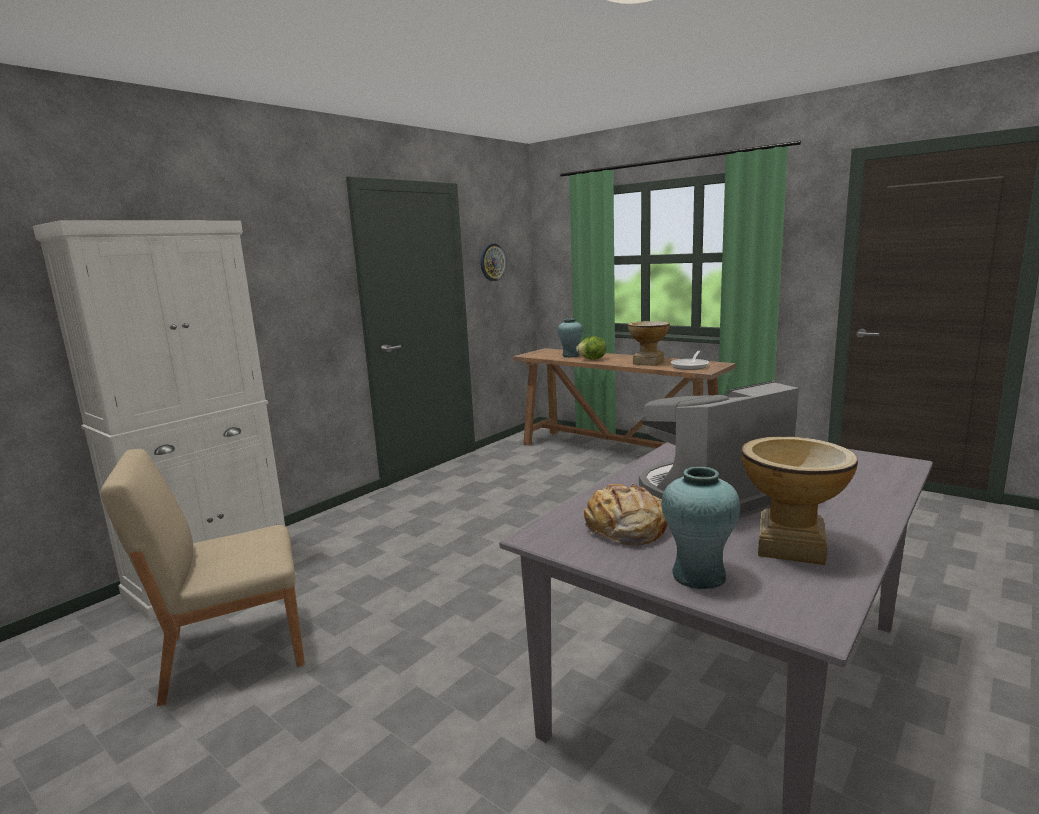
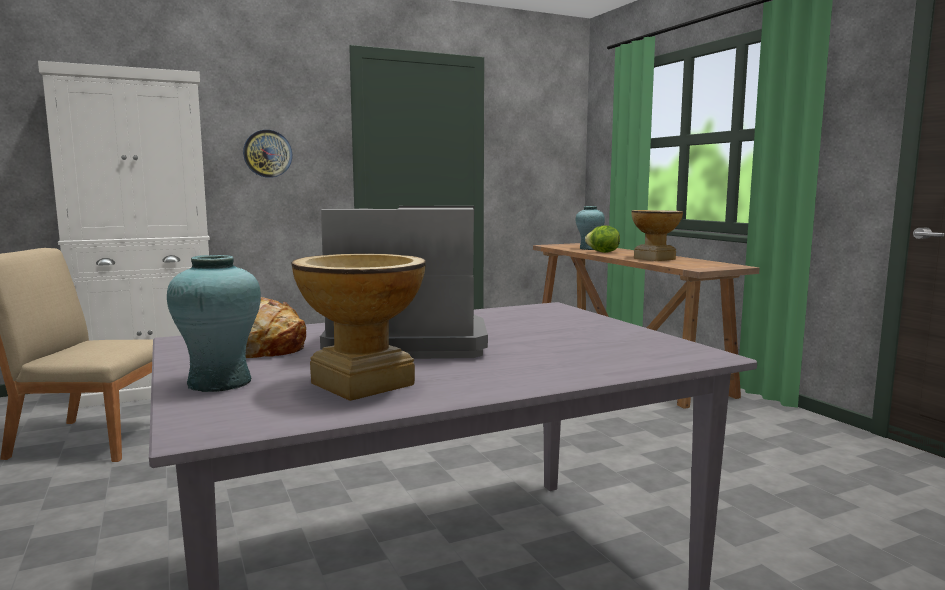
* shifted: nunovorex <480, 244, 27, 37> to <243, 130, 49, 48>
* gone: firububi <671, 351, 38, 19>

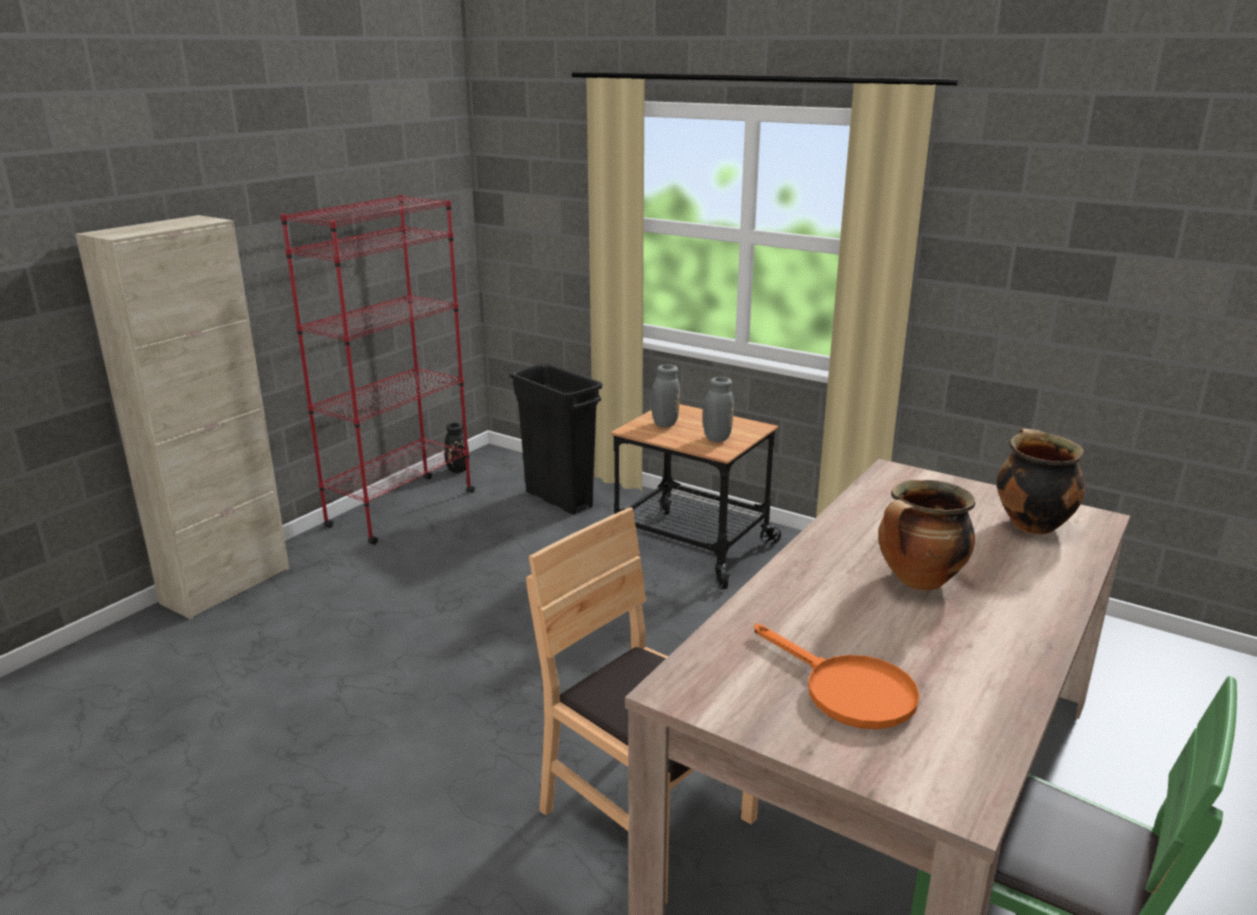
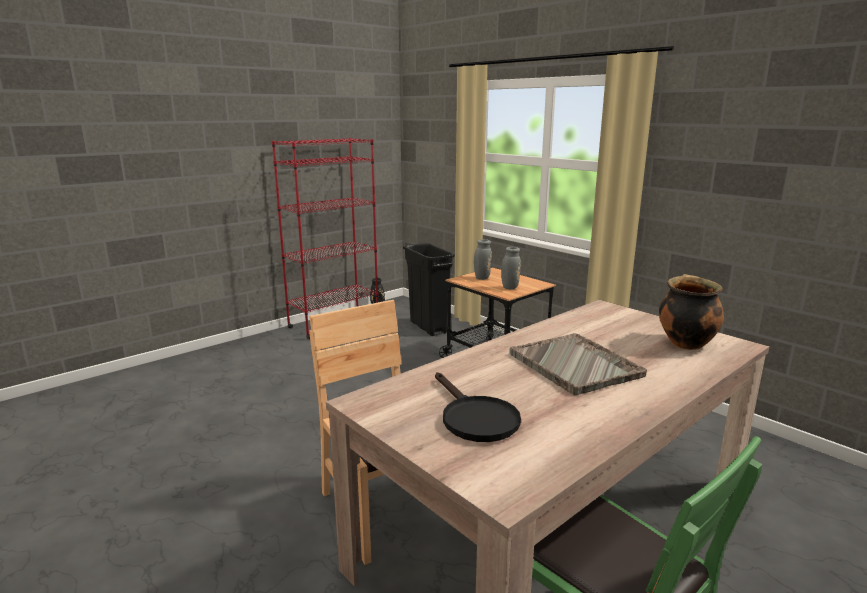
* gone: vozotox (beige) <75, 215, 214, 405>
* swapped: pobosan <878, 480, 97, 110> to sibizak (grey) <509, 333, 138, 62>
* repainted: firububi (orange) <754, 624, 166, 105> to firububi (black) <435, 372, 86, 70>

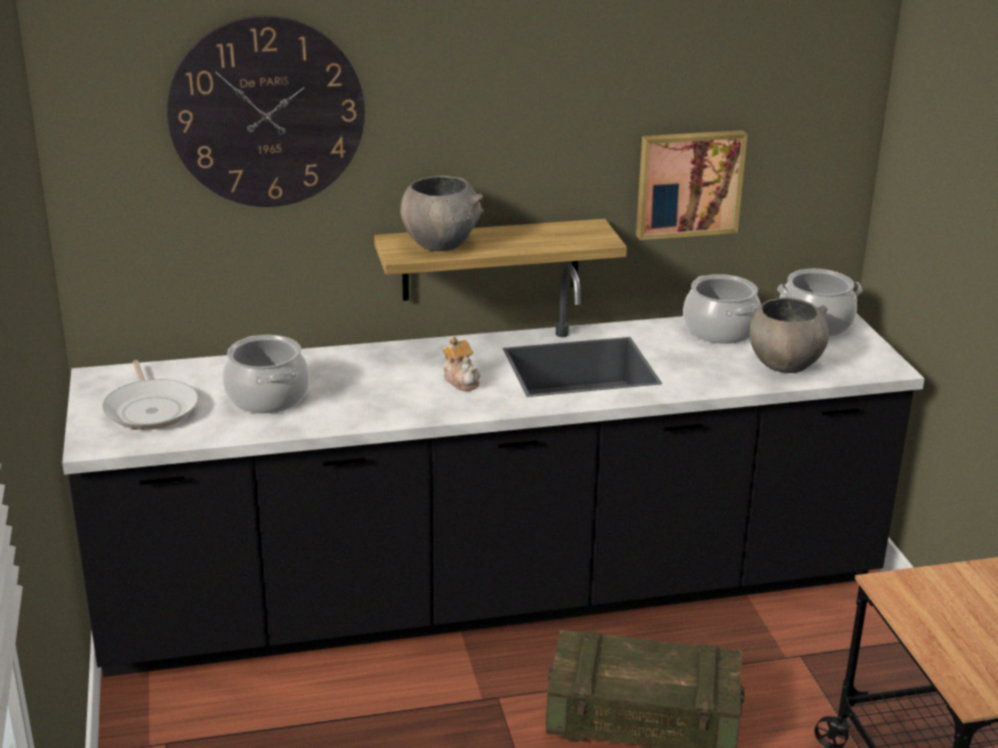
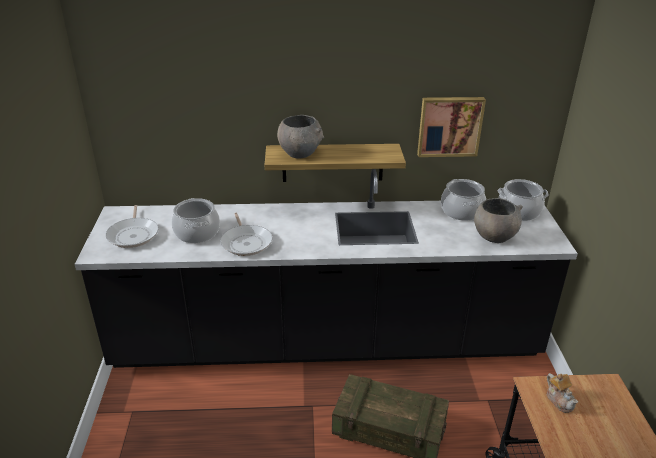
* gone: nunovorex <167, 15, 198, 192>
* shifted: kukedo <443, 336, 37, 55> to <547, 373, 31, 40>
* new: firububi <220, 212, 53, 44>

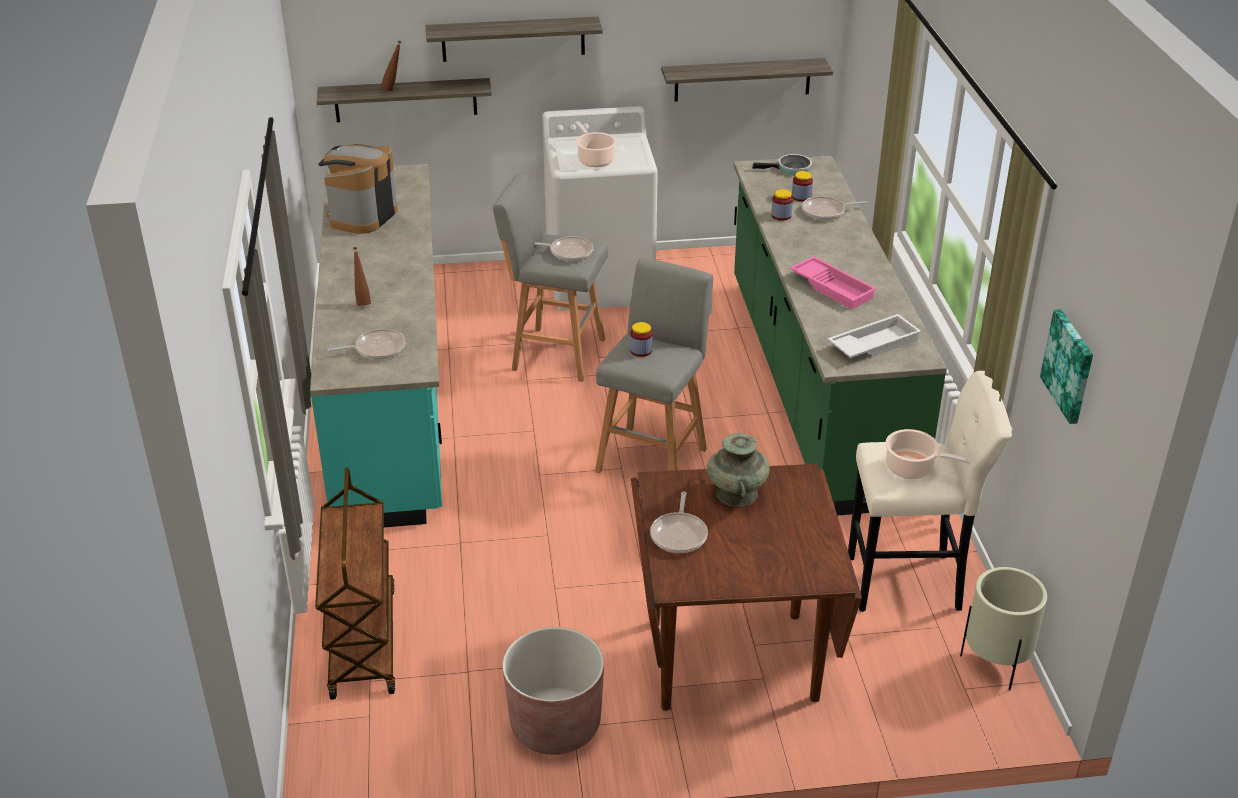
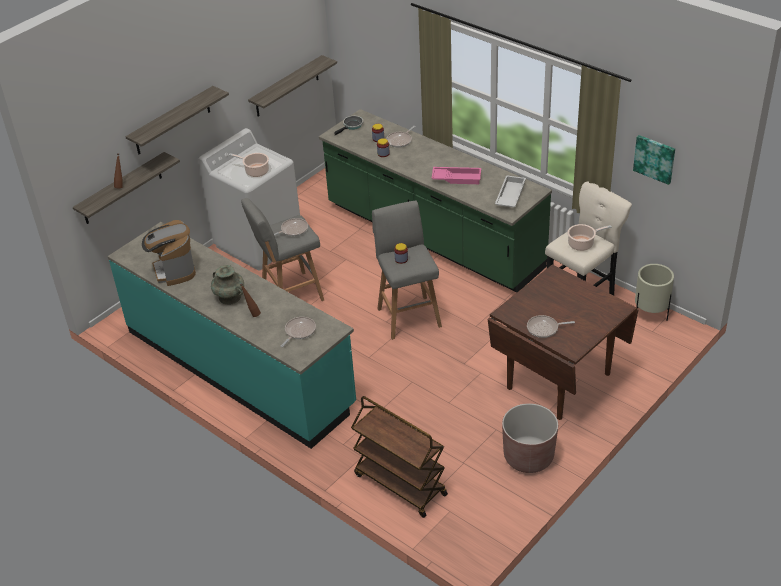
* shifted: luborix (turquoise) <706, 433, 64, 74> to <211, 265, 33, 40>
* rotated: firububi <650, 492, 58, 61> = <527, 315, 48, 23> 120 degrees clockwise

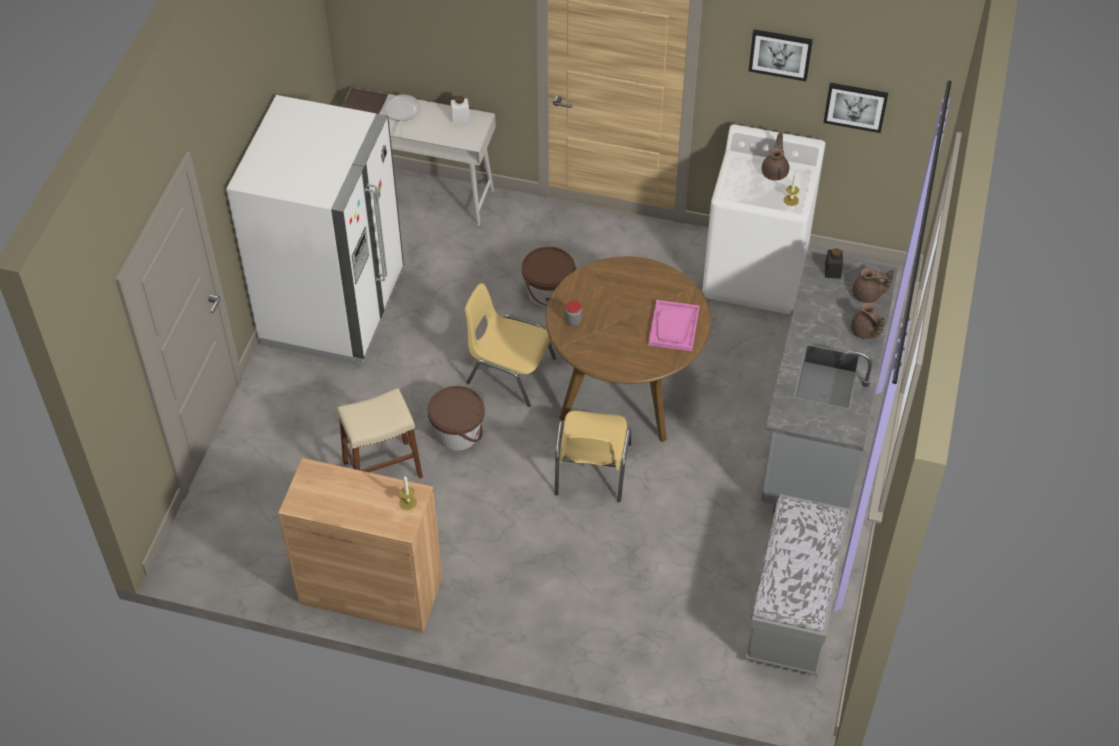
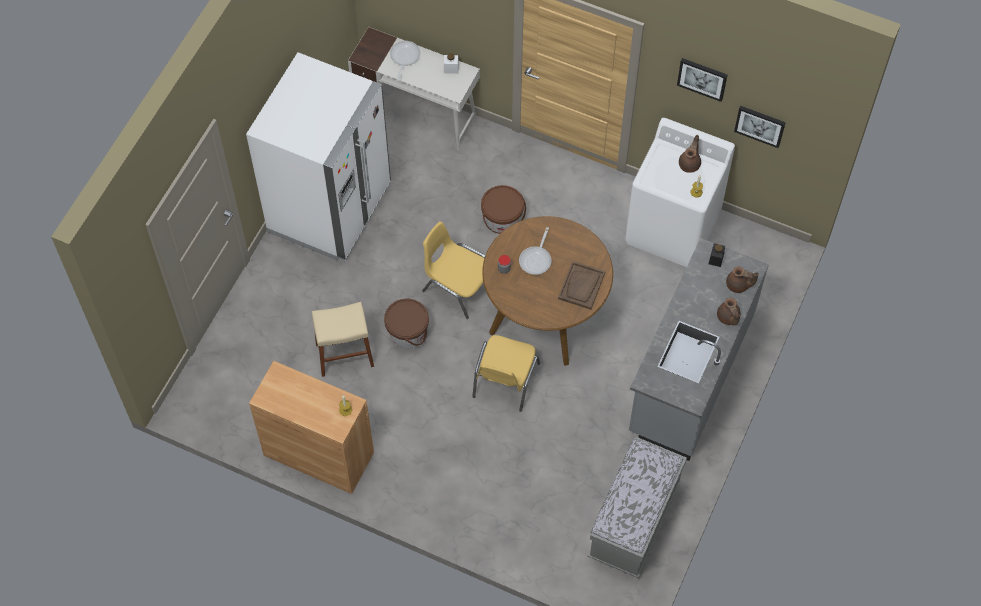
* repainted: sibizak (pink) <648, 300, 52, 51> to sibizak (brown) <558, 261, 47, 49>
* new: firububi <519, 227, 32, 48>

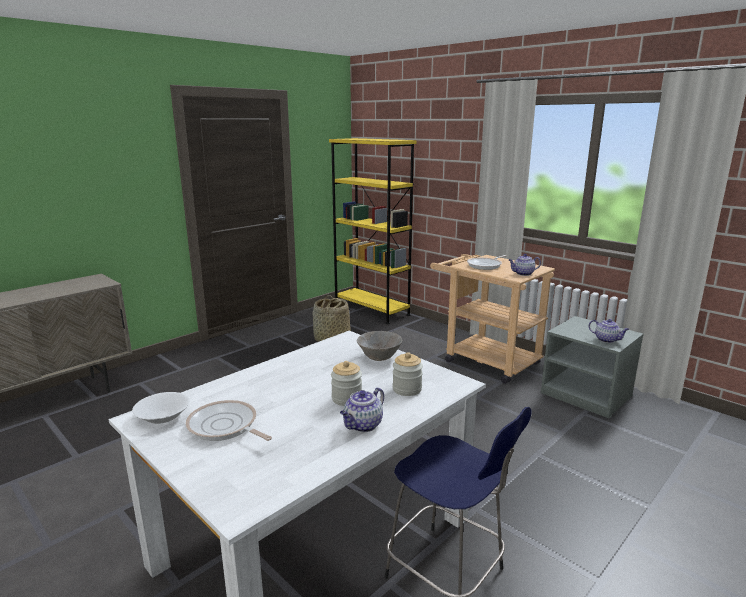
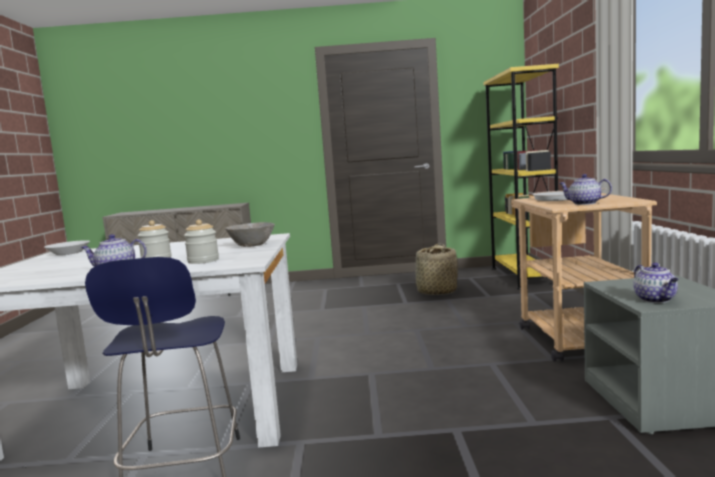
* gone: firububi <186, 400, 86, 41>

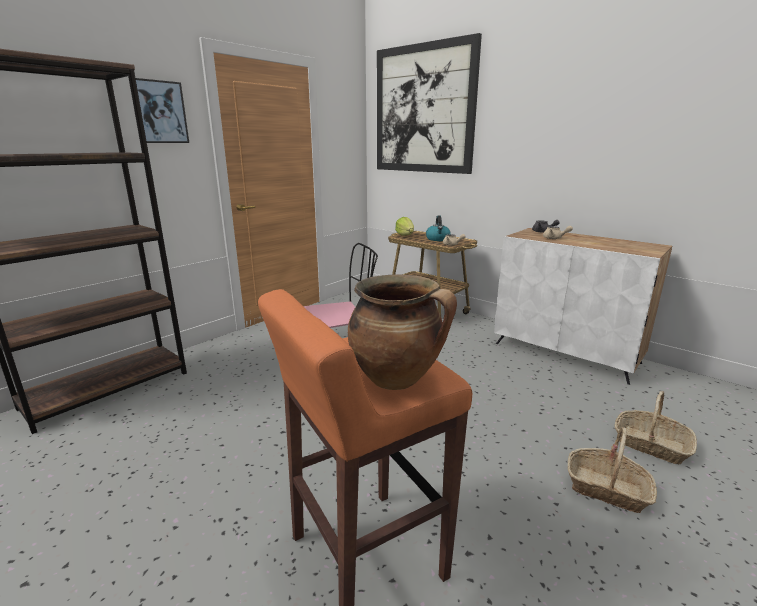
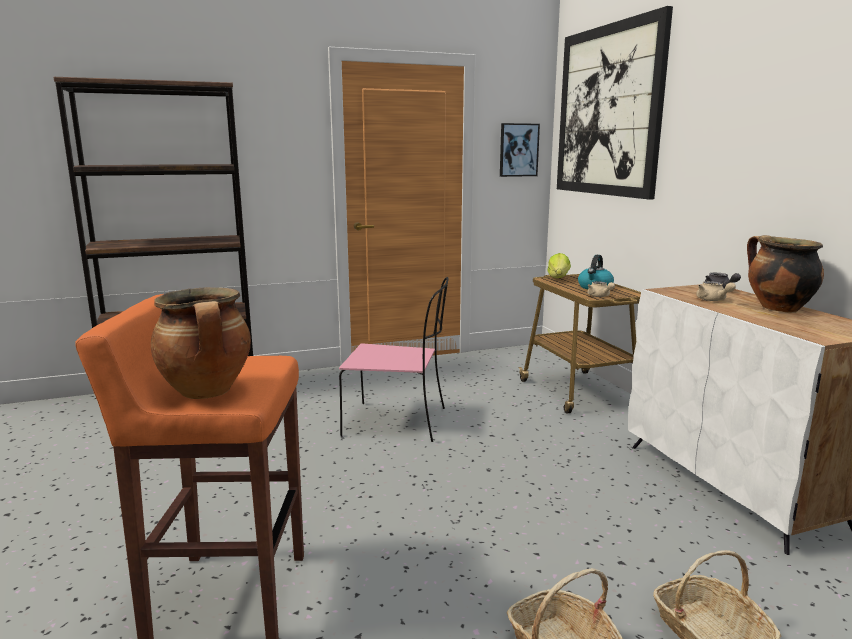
* shifted: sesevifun <136, 78, 53, 65> to <500, 123, 40, 54>
* new: pobosan <747, 235, 77, 78>

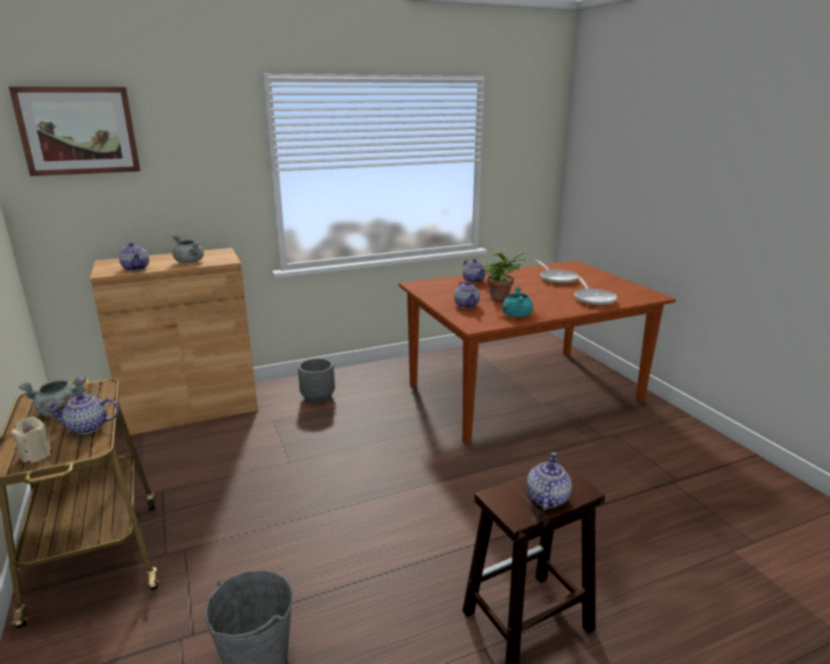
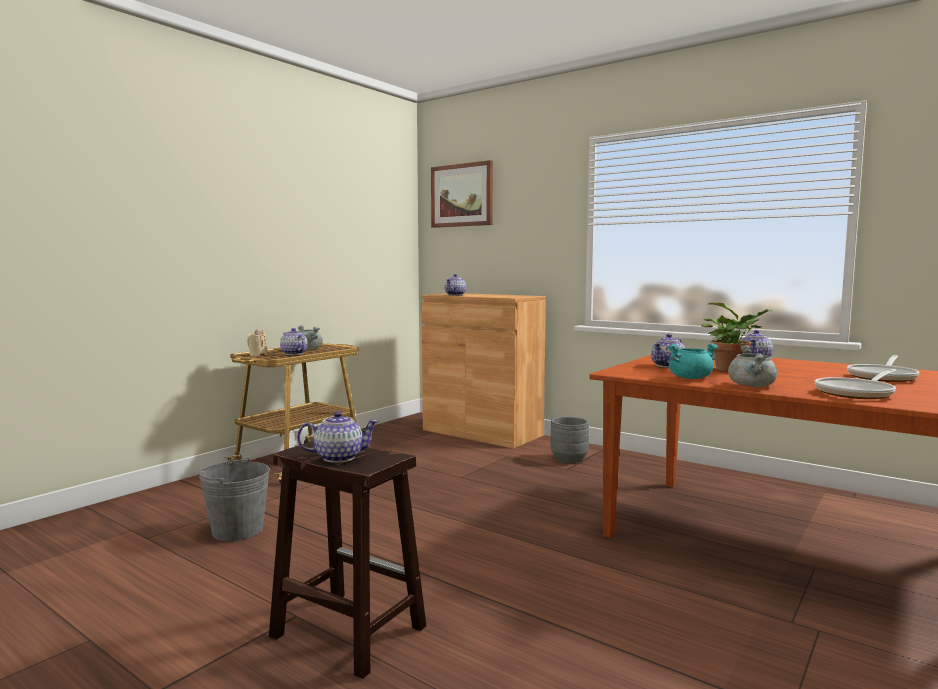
* shifted: pobosan (grey) <173, 235, 31, 28> to <728, 345, 49, 42>

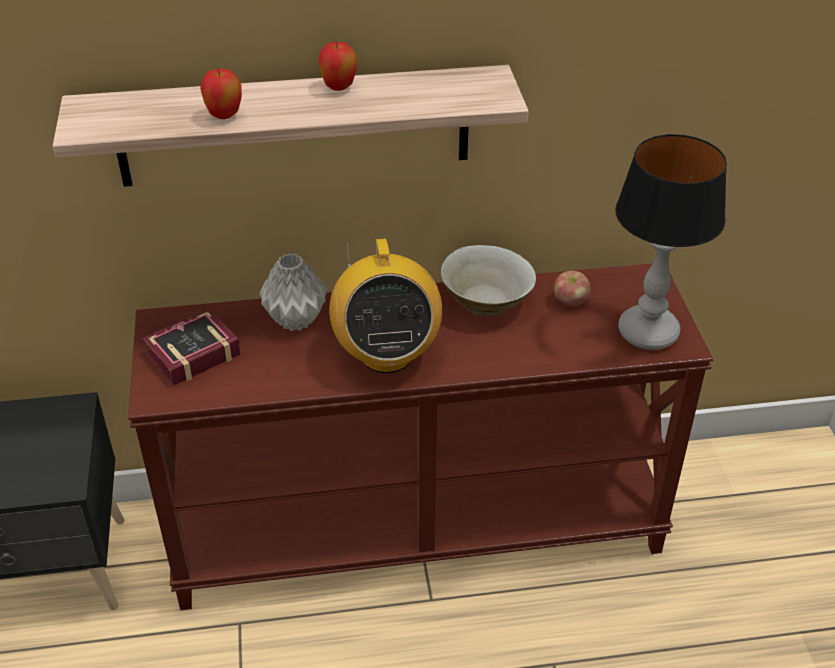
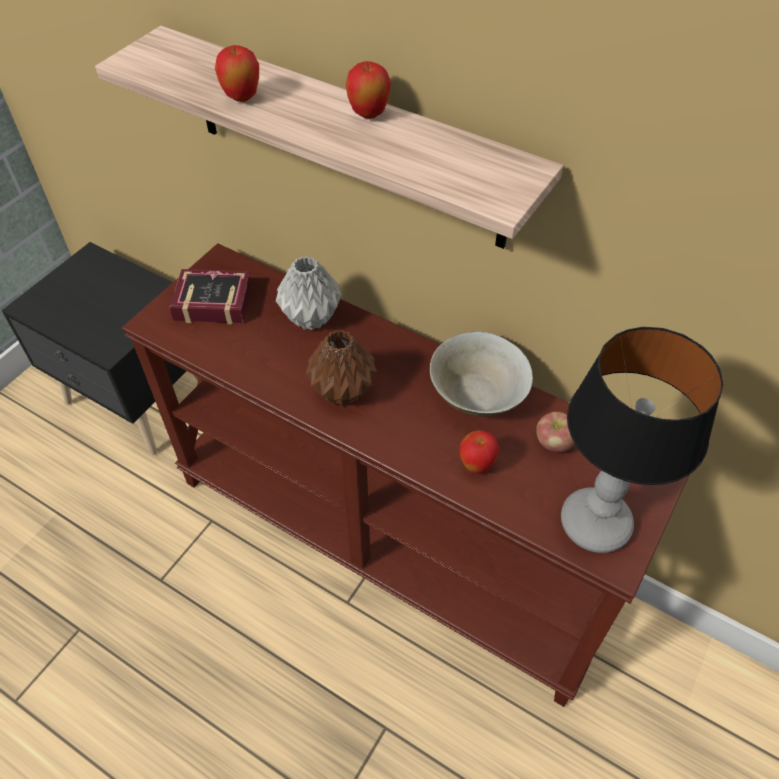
* swapped: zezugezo <329, 239, 113, 134> to luborix (brown) <305, 330, 72, 76>
* new: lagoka <459, 430, 40, 44>

